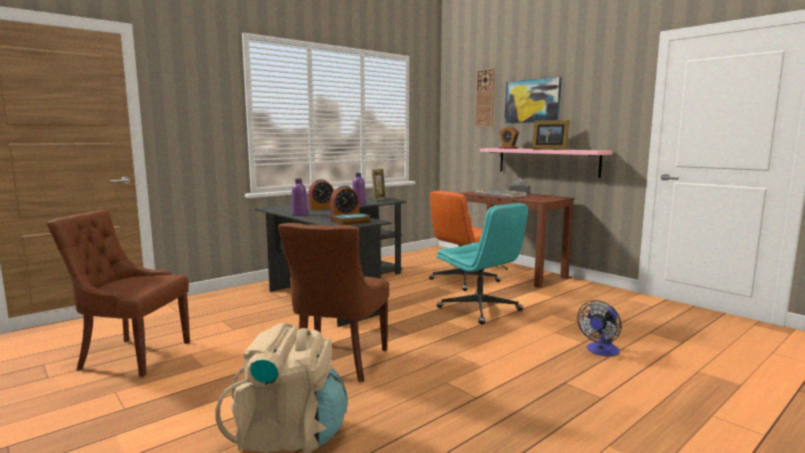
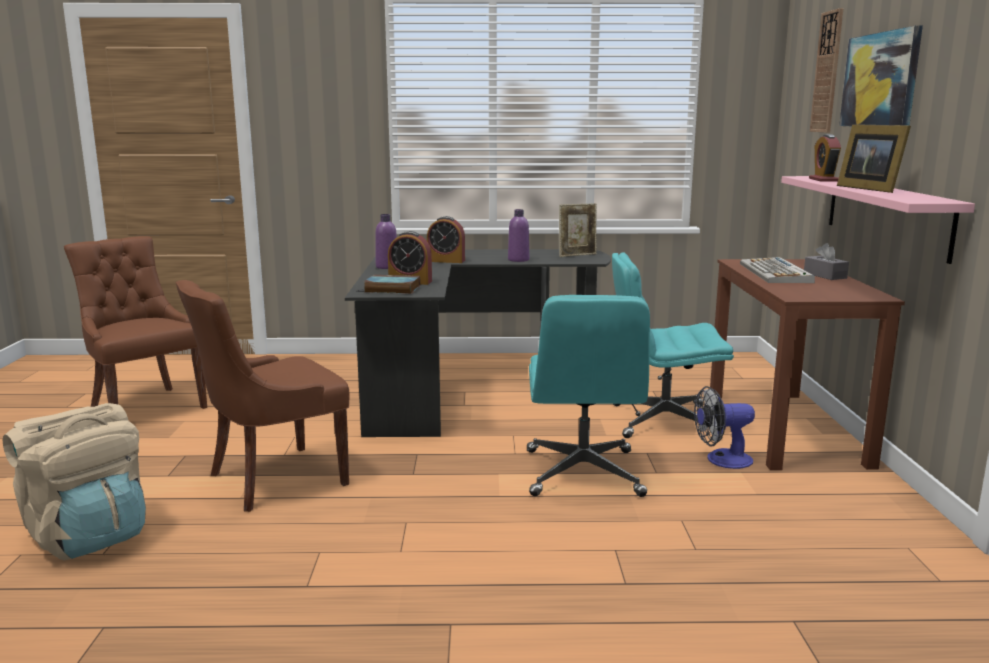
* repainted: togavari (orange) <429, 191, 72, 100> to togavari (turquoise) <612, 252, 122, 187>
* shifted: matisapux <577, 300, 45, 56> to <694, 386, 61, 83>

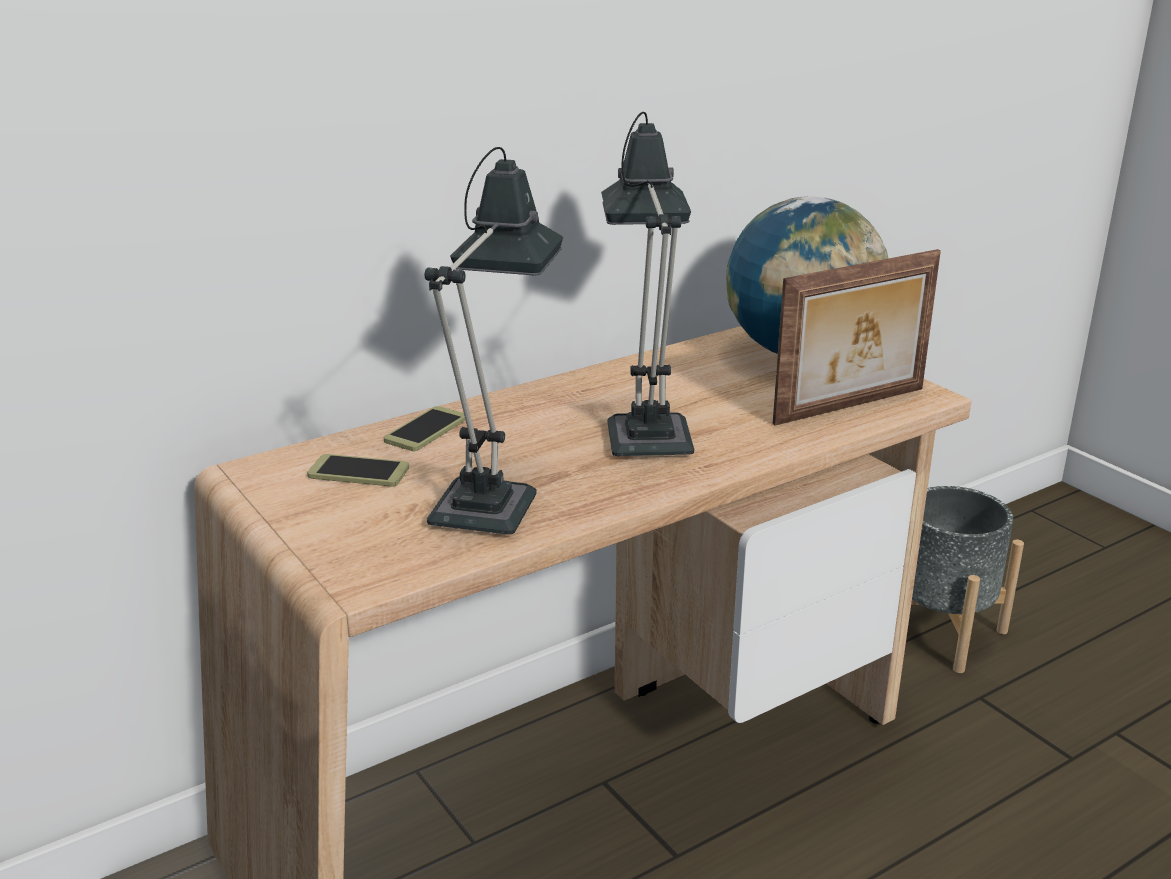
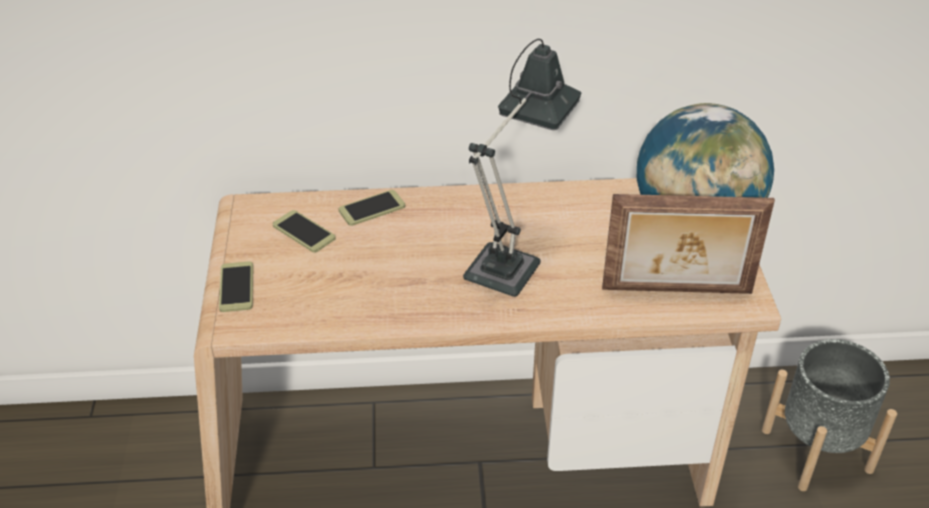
* gone: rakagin <425, 147, 138, 388>
* new: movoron <219, 261, 34, 51>

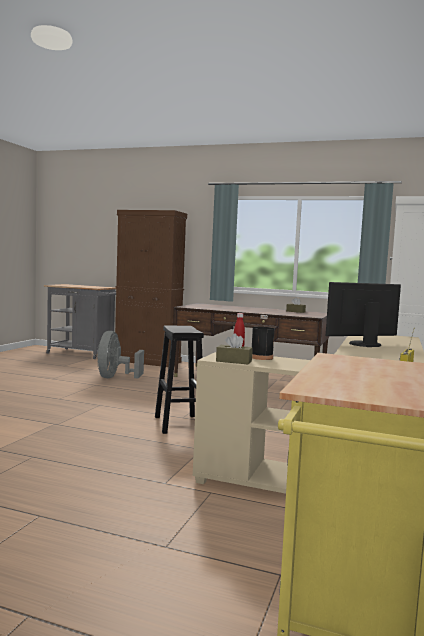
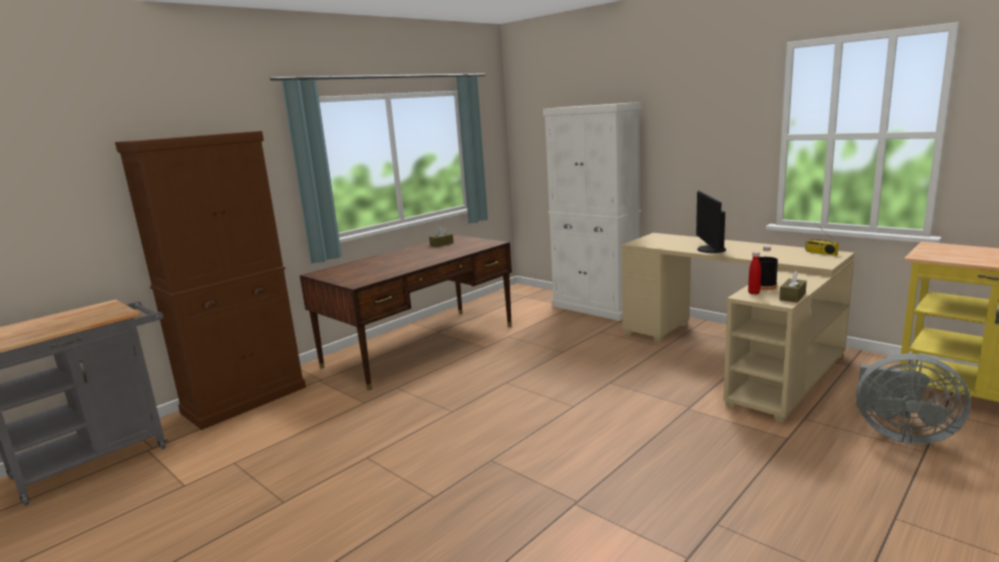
* gone: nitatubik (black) <155, 326, 49, 108>
* shifted: matisapux (grey) <97, 331, 47, 47> to <856, 354, 115, 90>

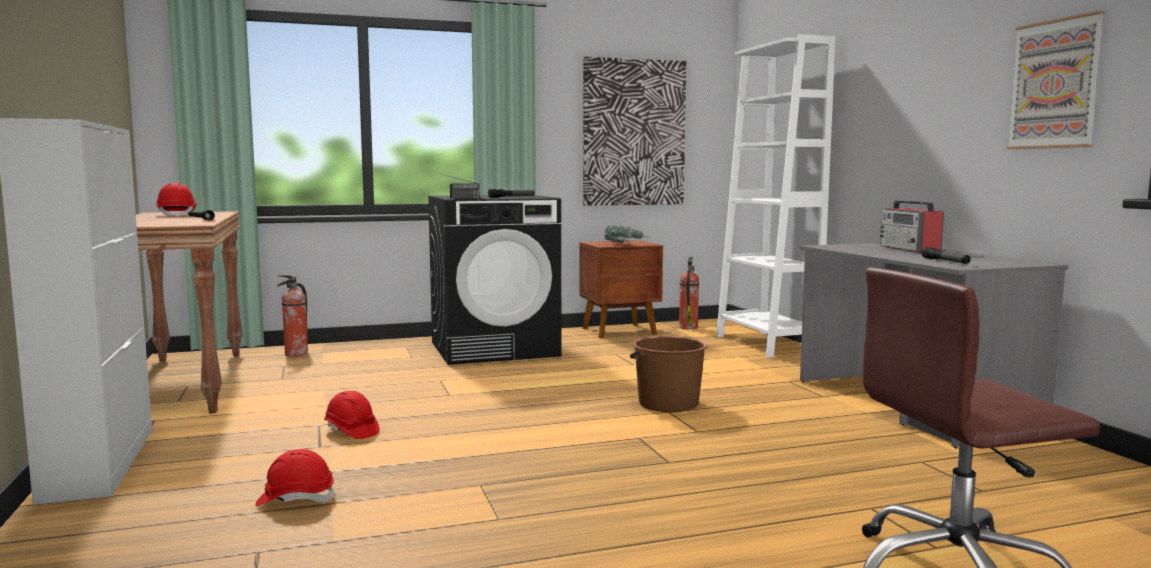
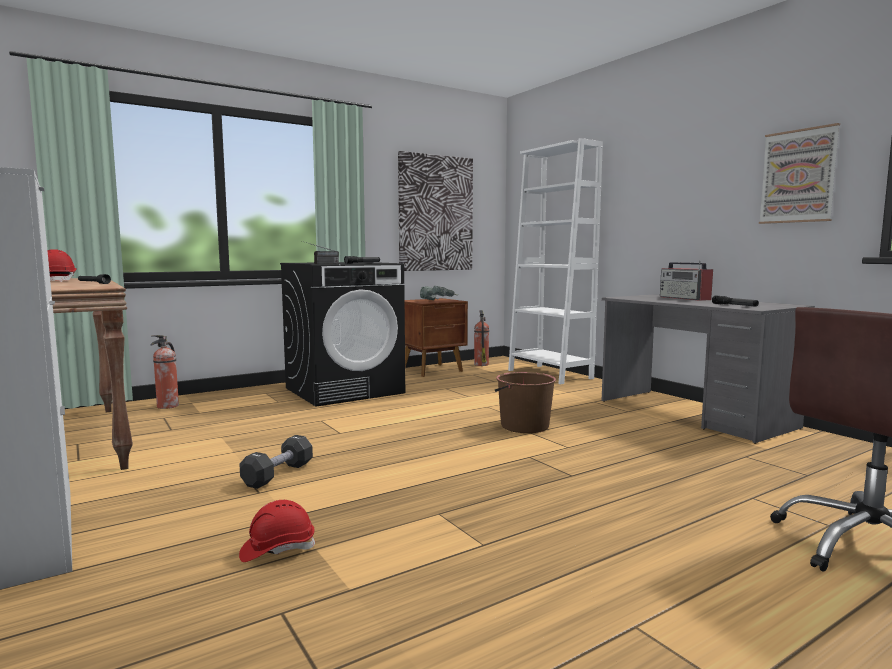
* swapped: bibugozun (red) <324, 391, 56, 48> to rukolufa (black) <239, 435, 74, 54>

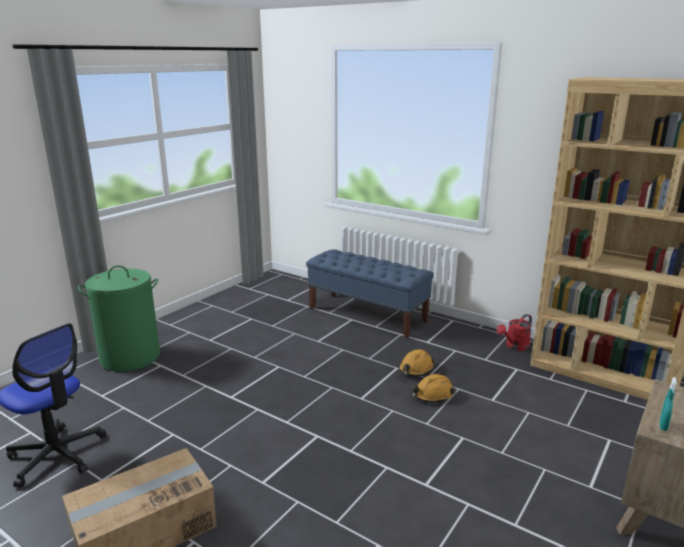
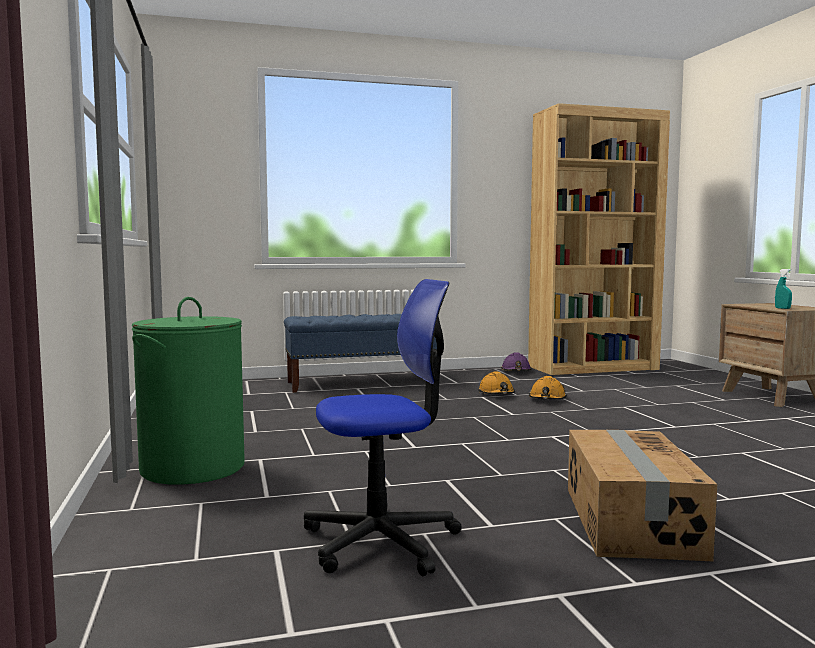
* swapped: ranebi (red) <497, 314, 35, 37> to bibugozun (purple) <501, 352, 30, 19>

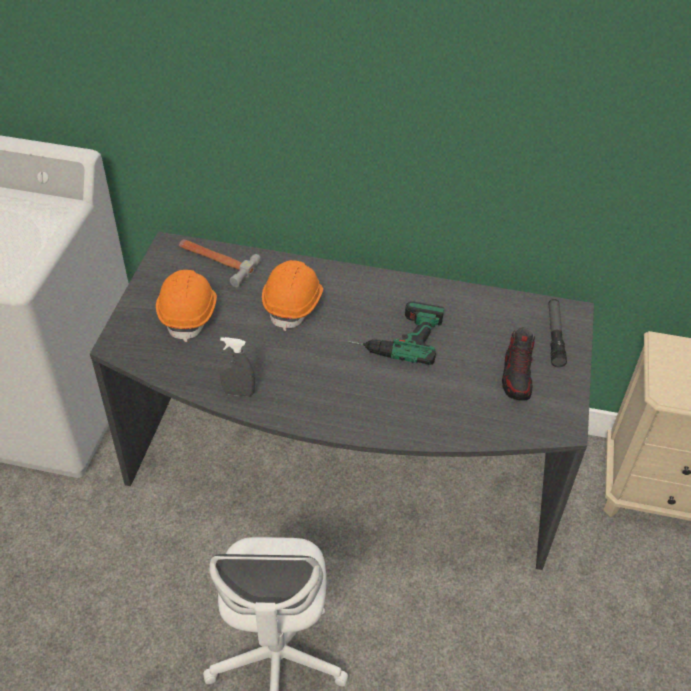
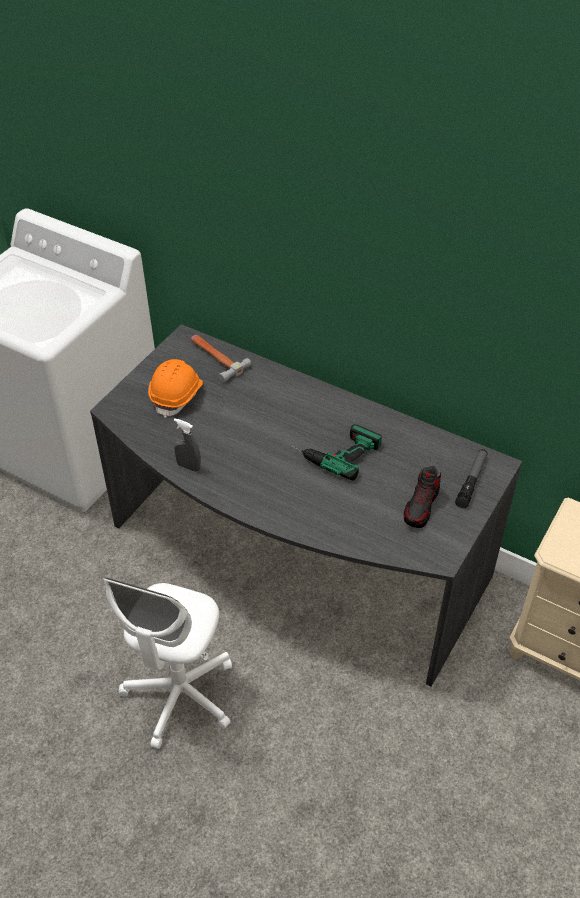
* gone: bibugozun (orange) <262, 260, 61, 71>

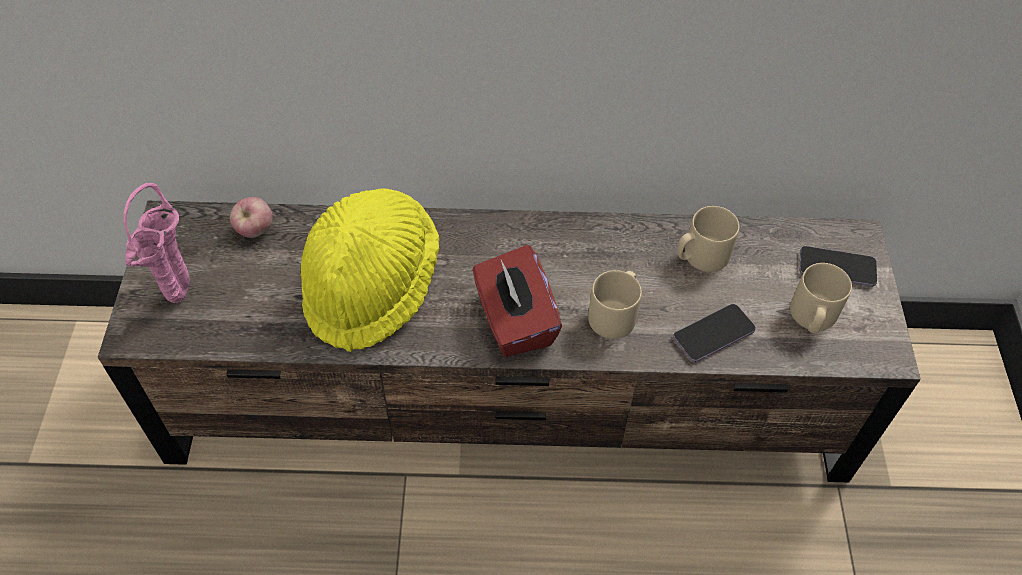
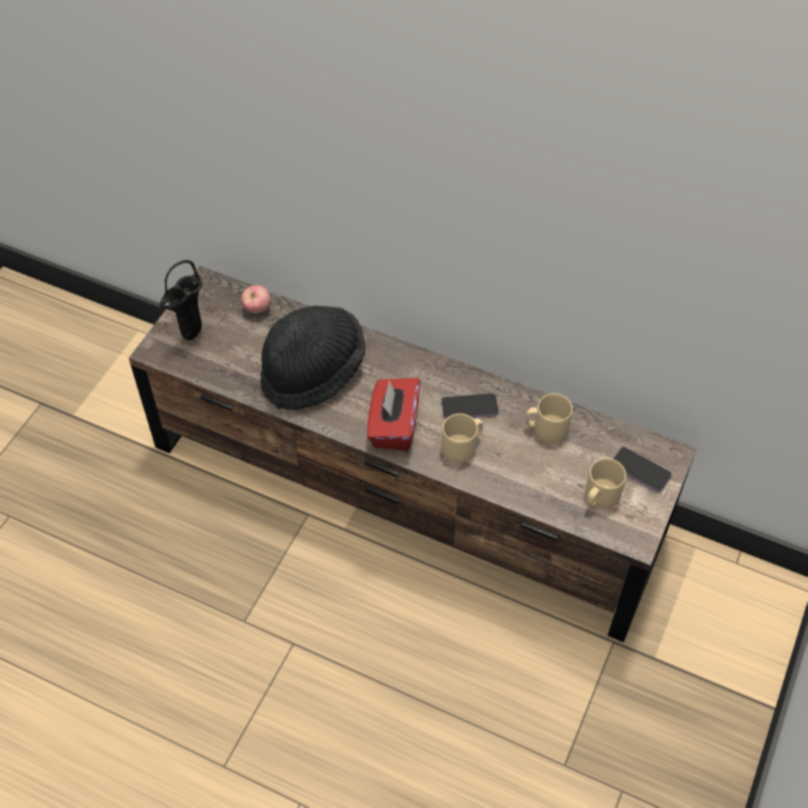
* repainted: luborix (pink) <123, 183, 67, 120> to luborix (black) <159, 260, 43, 80>
* repainted: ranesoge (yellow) <301, 188, 138, 164> to ranesoge (black) <260, 306, 105, 104>
* shifted: movoron <673, 304, 83, 58> to <441, 393, 58, 26>

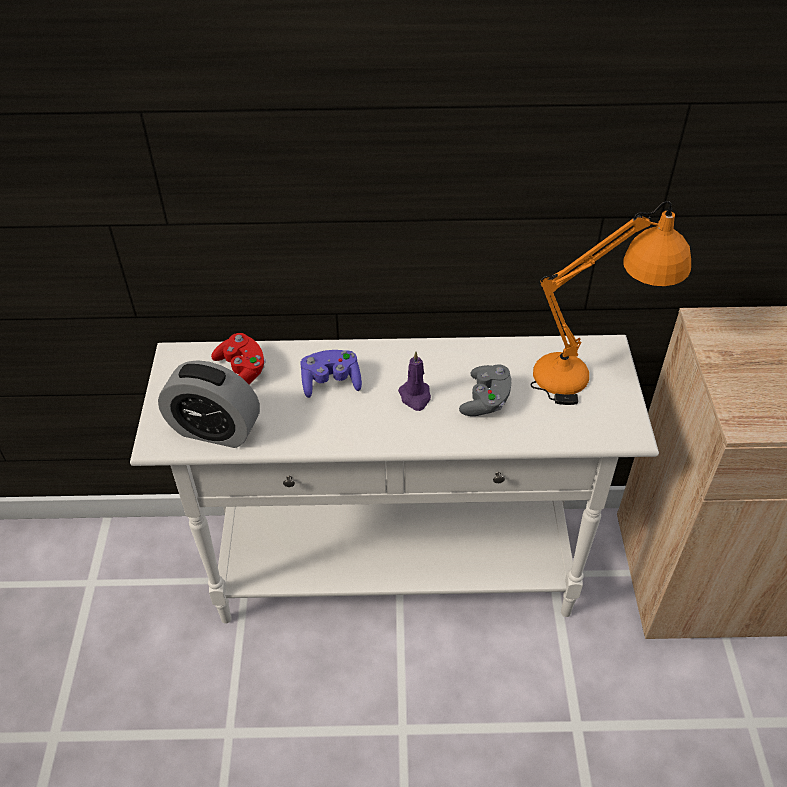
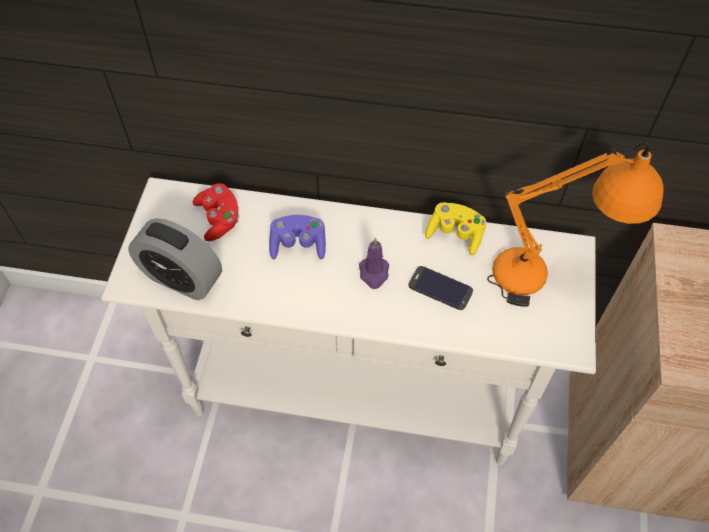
* swapped: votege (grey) <459, 364, 53, 52> to movoron <408, 266, 65, 44>
* new: votege (yellow) <425, 202, 62, 53>

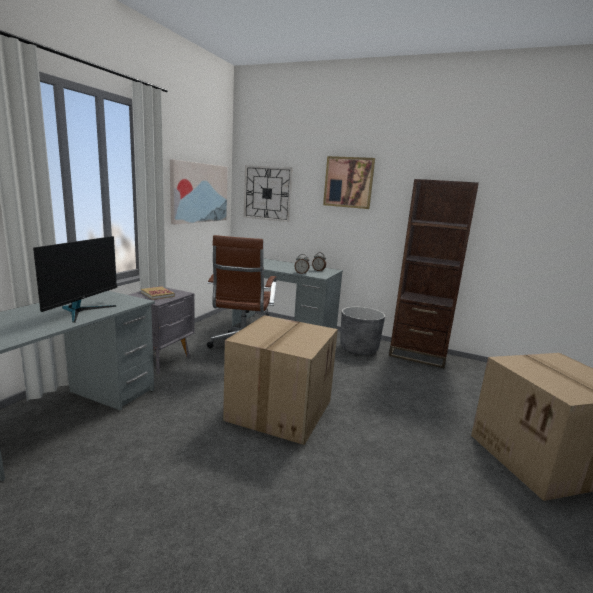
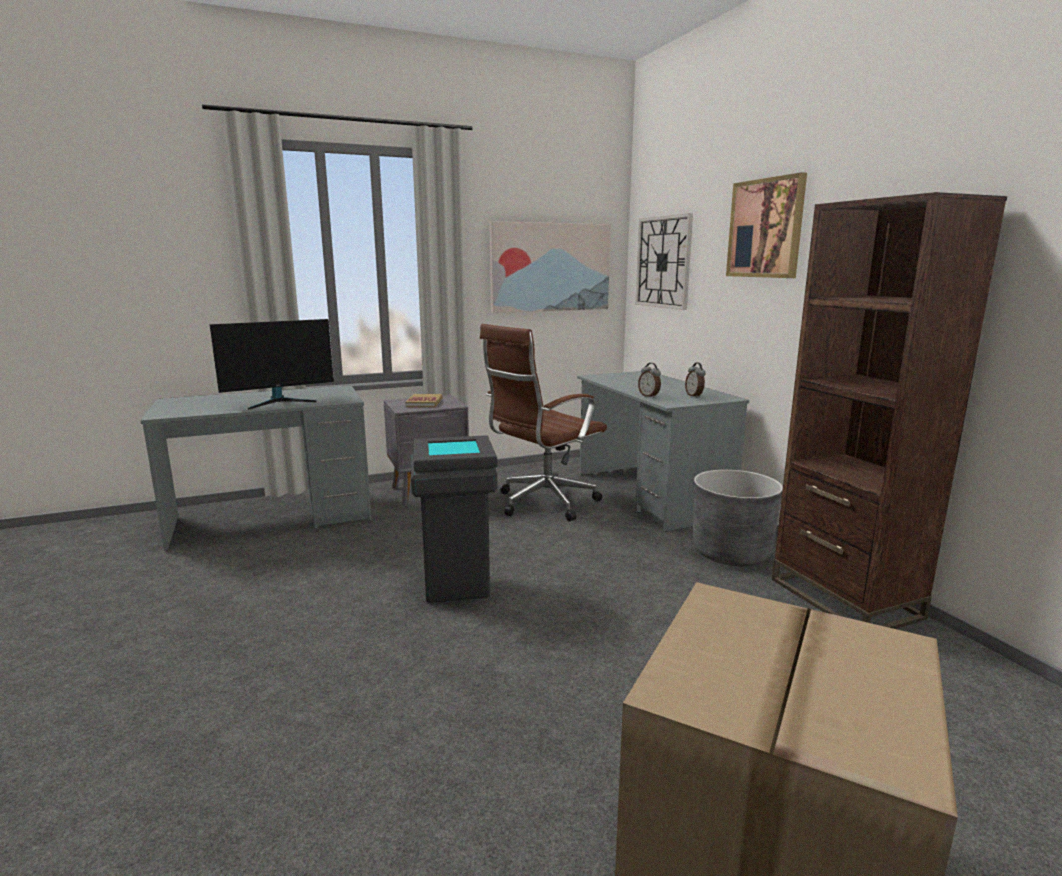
* swapped: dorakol <223, 315, 115, 130> to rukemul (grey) <411, 435, 86, 168>

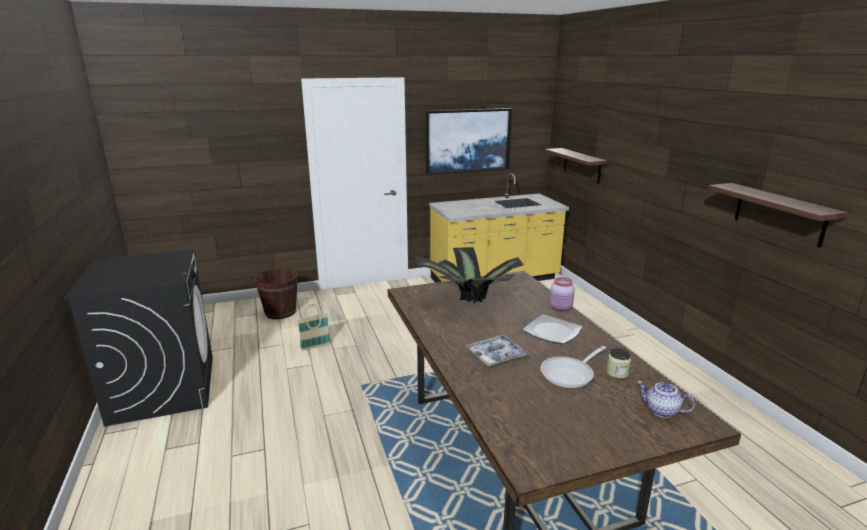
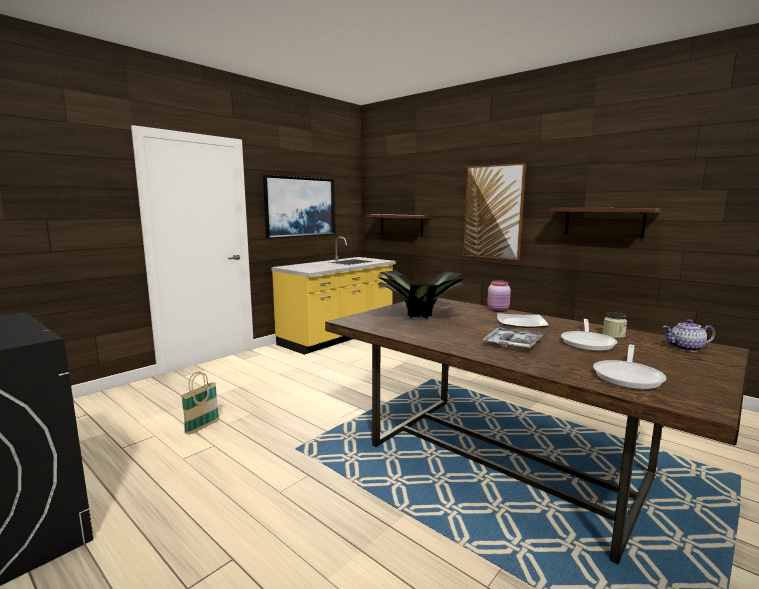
* gone: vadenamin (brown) <255, 269, 43, 50>
* new: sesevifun <463, 163, 63, 97>
* new: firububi <593, 345, 74, 45>

